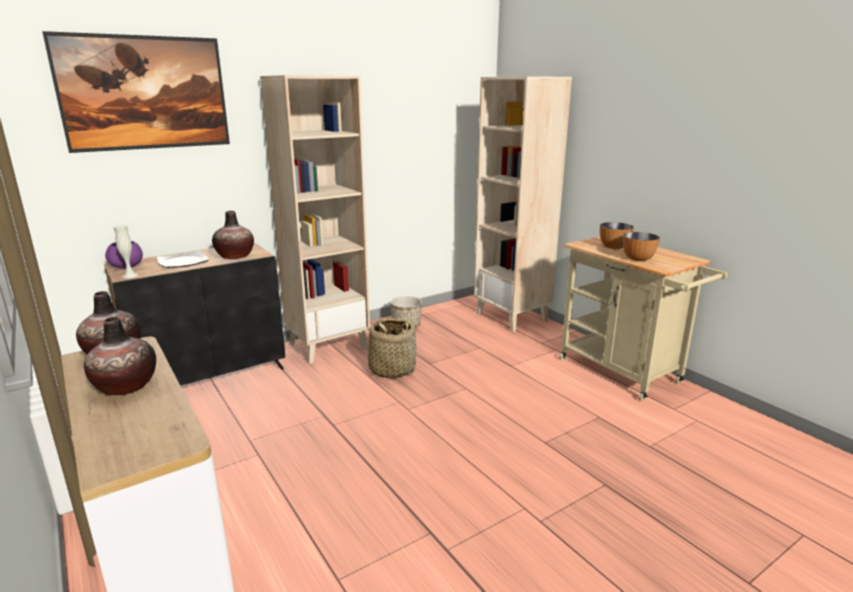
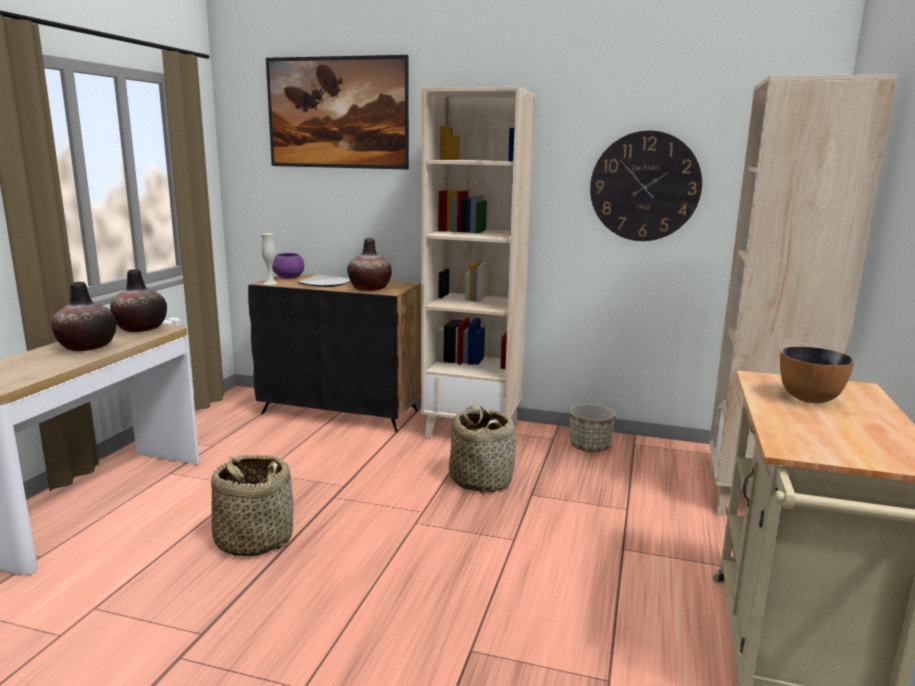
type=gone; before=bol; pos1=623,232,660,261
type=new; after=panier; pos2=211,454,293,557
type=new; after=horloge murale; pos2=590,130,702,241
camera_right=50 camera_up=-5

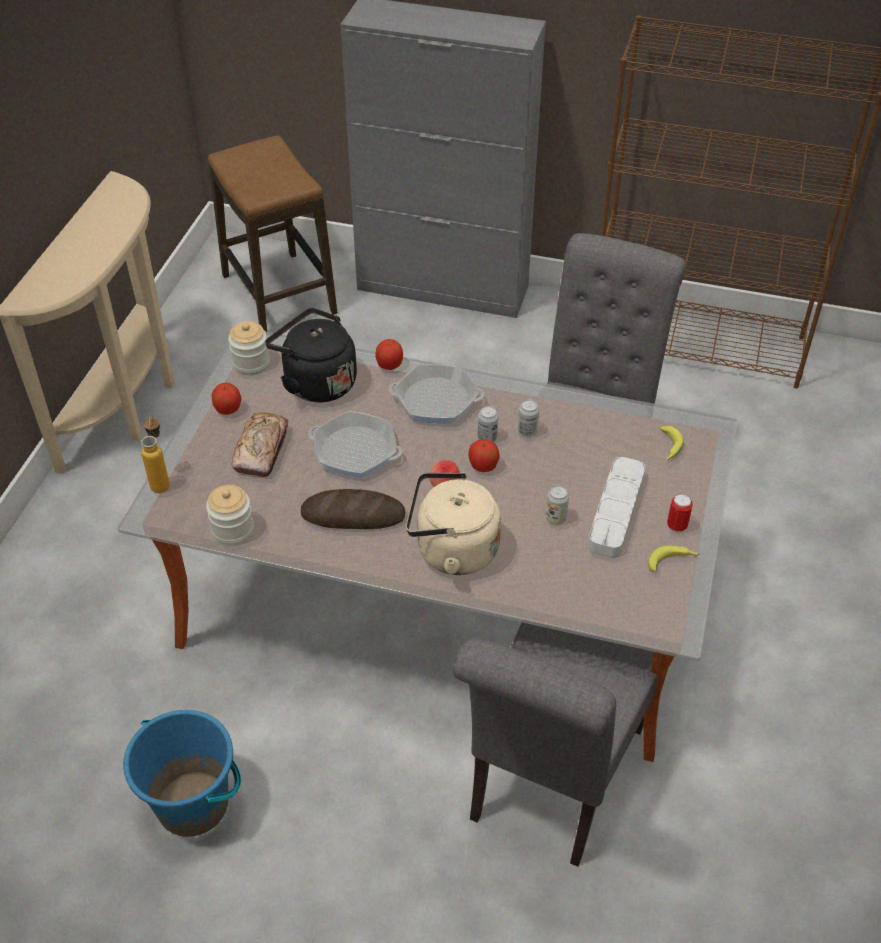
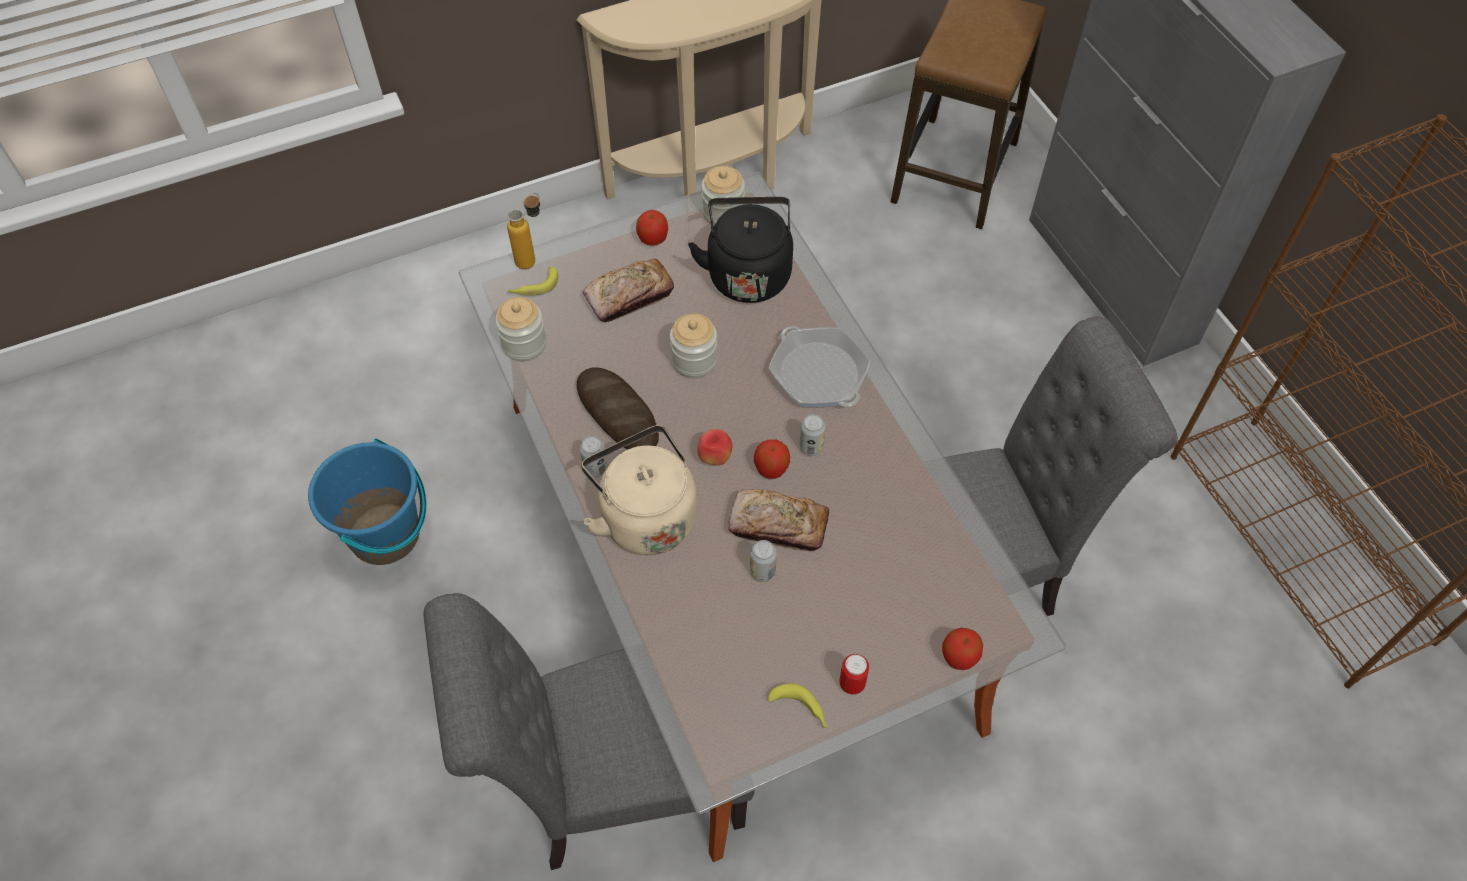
type=swapped; before=poêle; after=bocal; pos1=308,411,402,478; pos2=670,313,717,378
type=shifted; before=pomme; pos1=375,339,403,370; pos2=942,628,983,670
type=shifted; before=boîte métallique; pos1=518,399,539,437; pos2=580,436,608,477
type=gone; before=plateau/gris; pos1=587,457,646,558
type=shifted; before=banane; pos1=660,426,684,461; pos2=507,267,558,296
type=new; after=pain; pos2=728,489,829,551
camera_right=50 camera_up=10

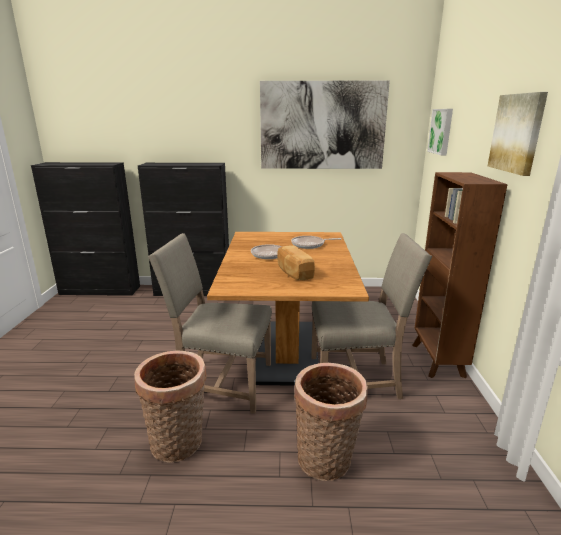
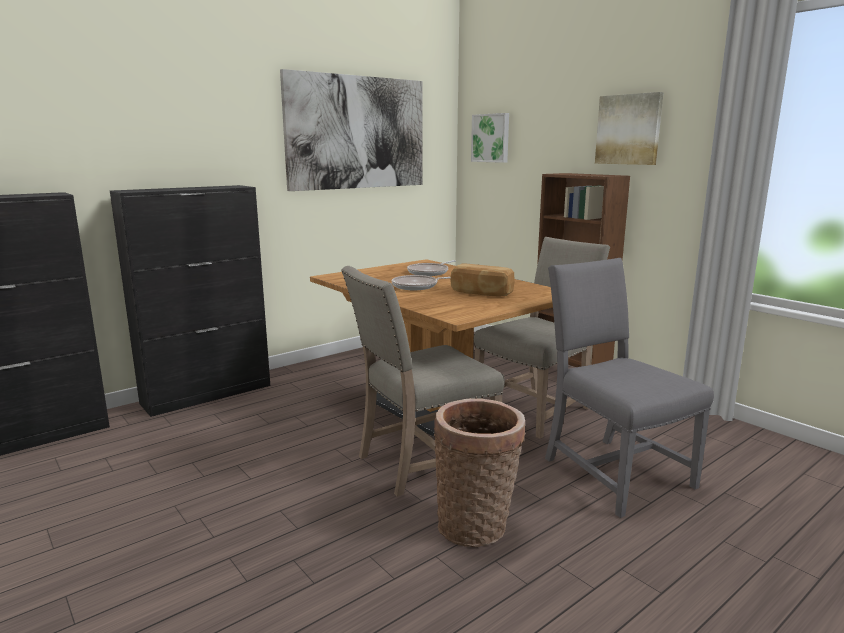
type=swapped; before=panier; after=chaise/gris; pos1=294,363,368,481; pos2=545,258,714,518
camera_right=-40 camera_up=-5

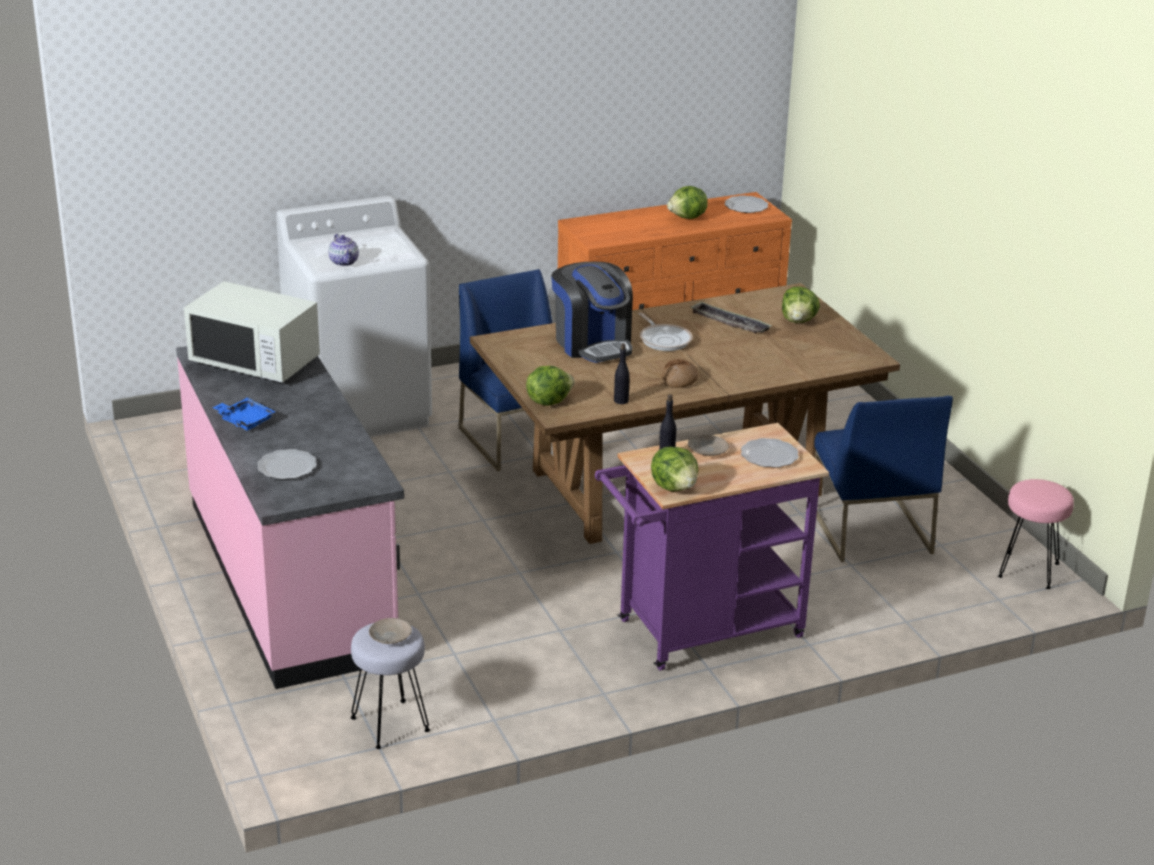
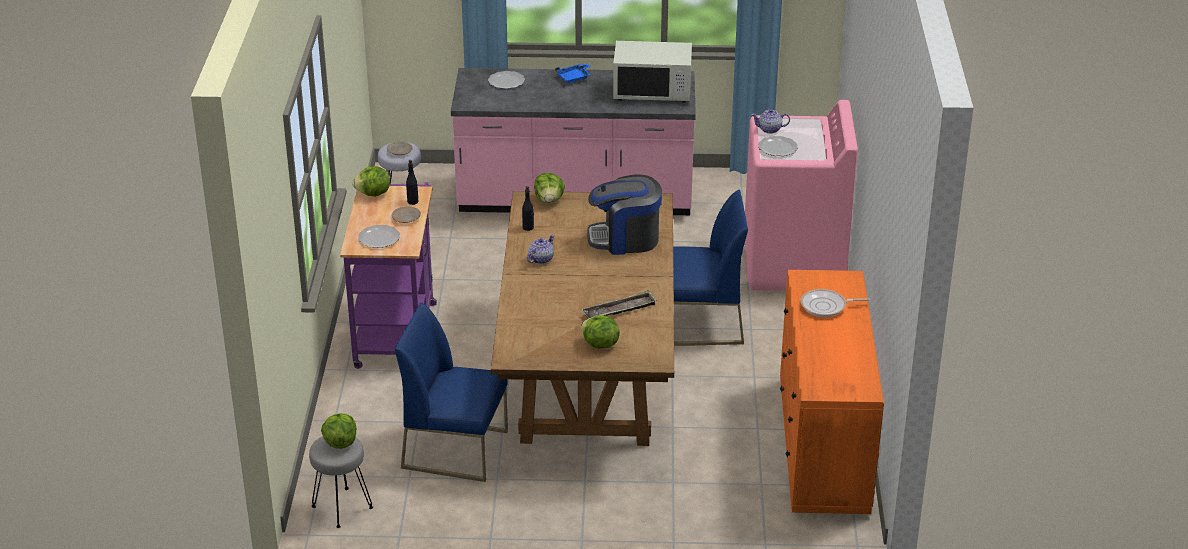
type=rotated; before=micro-ondes/blanc; pos1=184,281,320,384; pos2=613,41,692,103; turn=-135
type=repainted; before=lave-linge/blanc; after=lave-linge/rose; pos1=276,196,432,436; pos2=745,100,858,291
type=shifted; before=poêle; pos1=639,313,693,351; pos2=800,289,870,317
type=swapped; before=pain; after=théière; pos1=662,359,698,388; pos2=527,235,555,264
type=shifted; before=laitue; pos1=667,186,708,219; pos2=321,413,356,449
type=shifted; before=assiette; pos1=725,195,768,213; pos2=758,136,798,156
type=repainted; before=tabouret/rose; after=tabouret/gris; pos1=998,479,1074,589; pos2=309,436,373,528
camera_right=115 camera_up=5

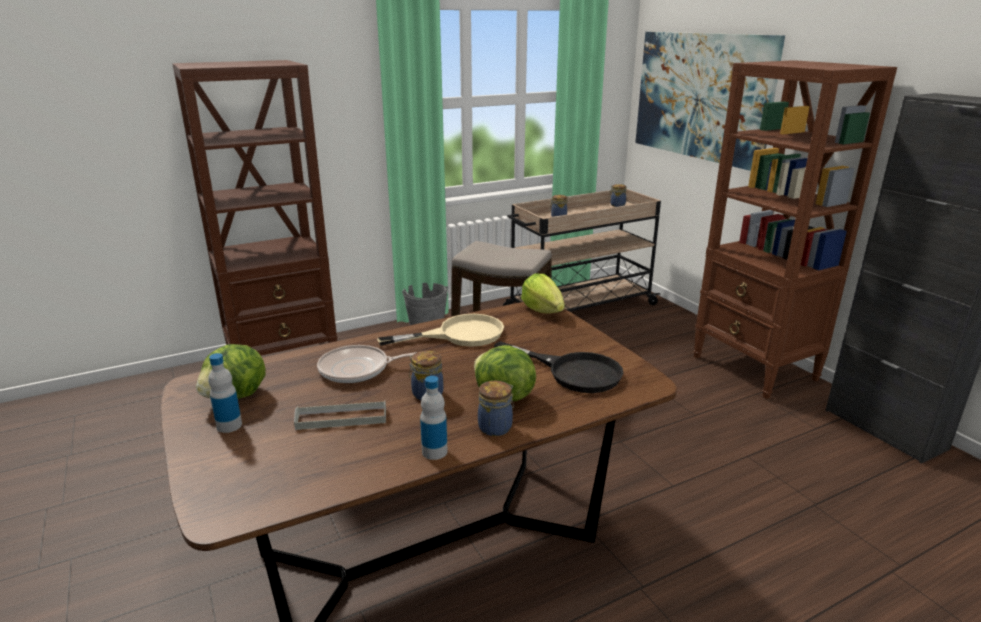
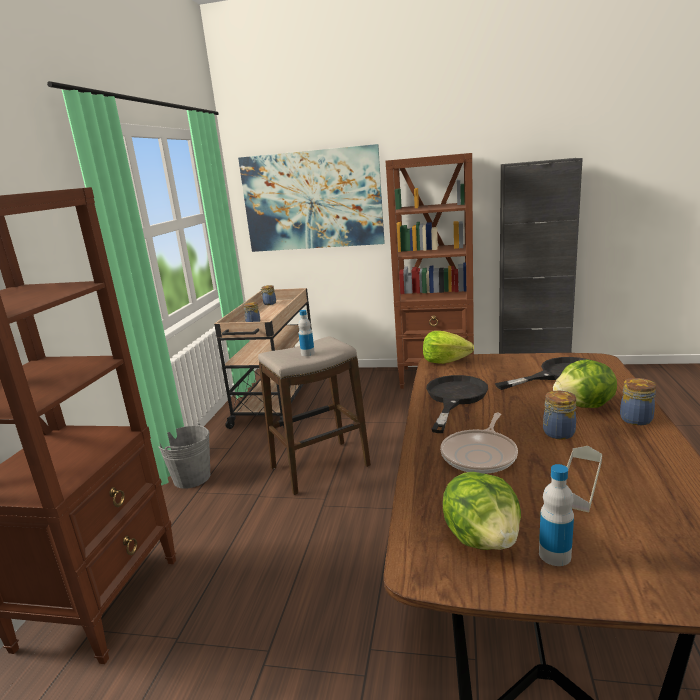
type=repainted; before=poêle/beige; after=poêle/noir; pos1=377,314,504,347; pos2=426,375,488,433
type=shifted; before=bouteille; pos1=420,376,448,460; pos2=298,310,315,356
camera_right=-50 camera_up=-5

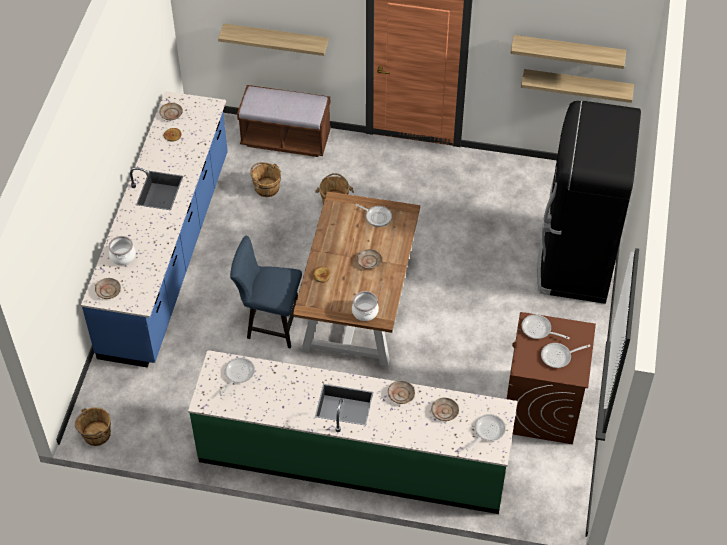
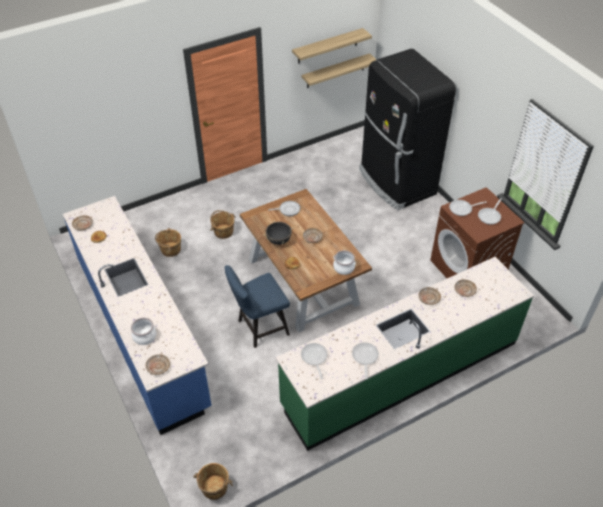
type=gone; before=étagère; pos1=218,24,329,56
type=gone; before=banc/marron; pos1=237,85,331,157
type=shifted; before=poêle; pos1=466,414,506,450; pos2=352,342,379,379
type=new; after=marmite/noir; pos2=263,221,294,245
camera_right=-40 camera_up=-5

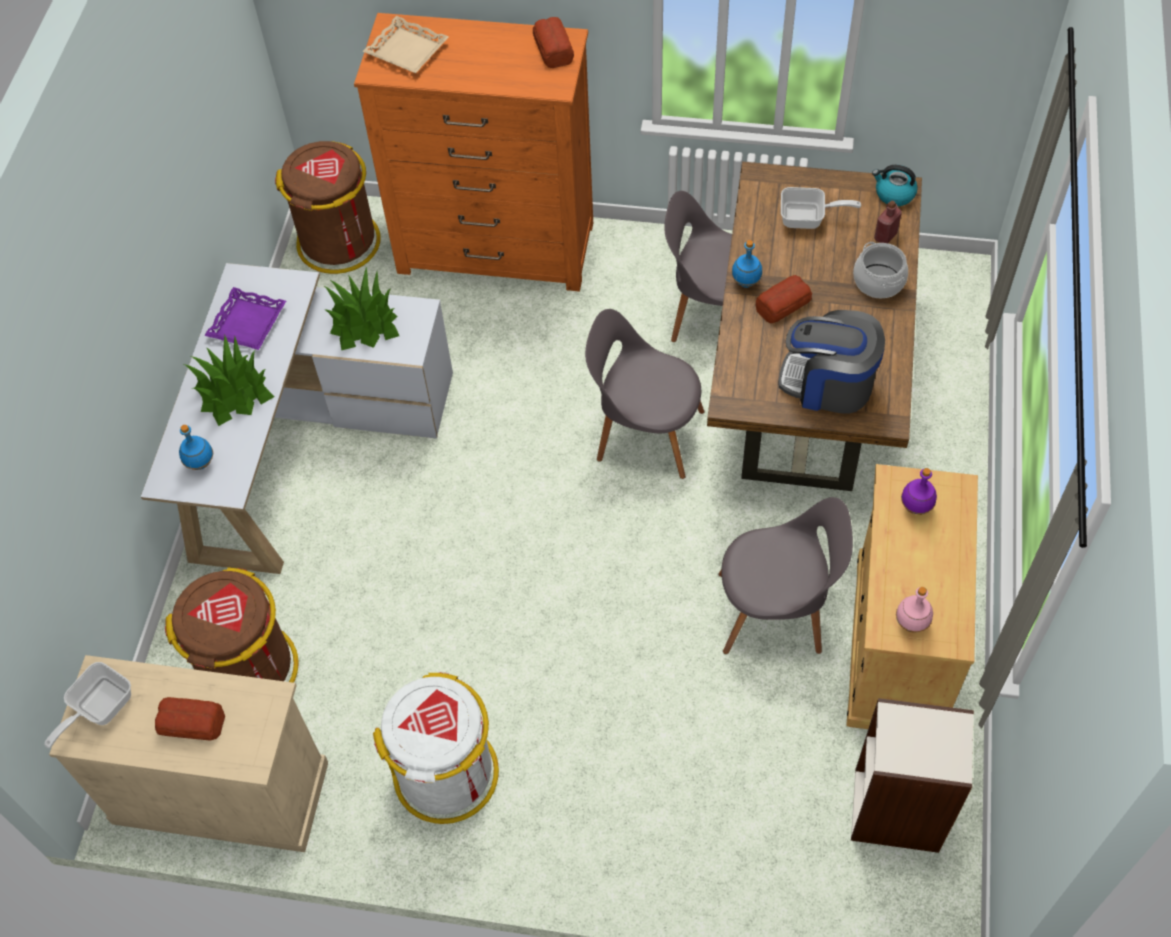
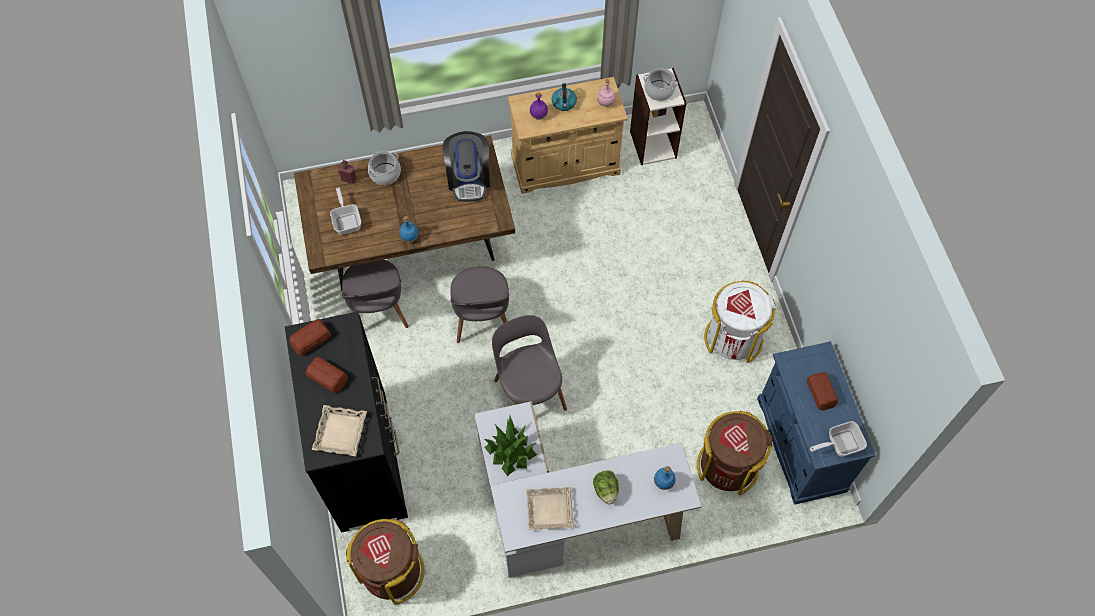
type=rotated; before=poêle; pos1=44,662,131,748; pos2=810,421,867,456; turn=150
type=repainted; before=meuble de rangement/beige; after=meuble de rangement/bleu; pos1=49,655,328,852; pos2=757,341,876,505
type=swapped; before=plante en pot; after=laitue; pos1=184,335,274,426; pos2=593,470,619,504
type=repainted; before=plateau/violet; after=plateau/beige; pos1=204,287,286,350; pos2=526,487,574,530
type=repainted; before=commode/orange; after=commode/noir; pos1=354,13,593,292; pos2=285,311,408,533
type=shifted; before=chaise/gris; pos1=718,497,853,654; pos2=492,315,567,411
type=shifted; before=pain; pos1=755,275,812,323; pos2=305,357,348,393
type=shifted; before=bouilloire; pos1=872,165,918,206; pos2=552,84,577,111
type=new; after=marmite; pos2=643,68,678,101
camera_right=-115 camera_up=5

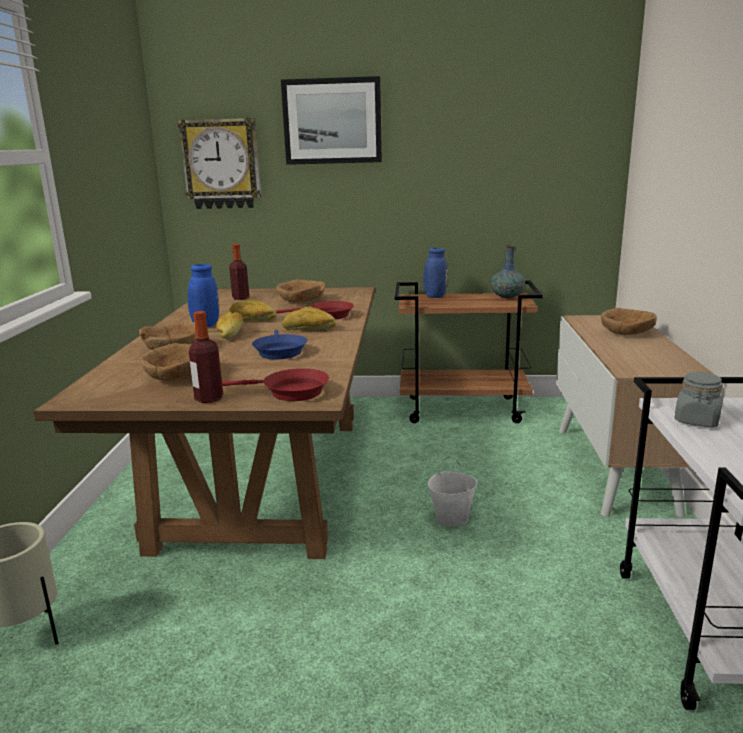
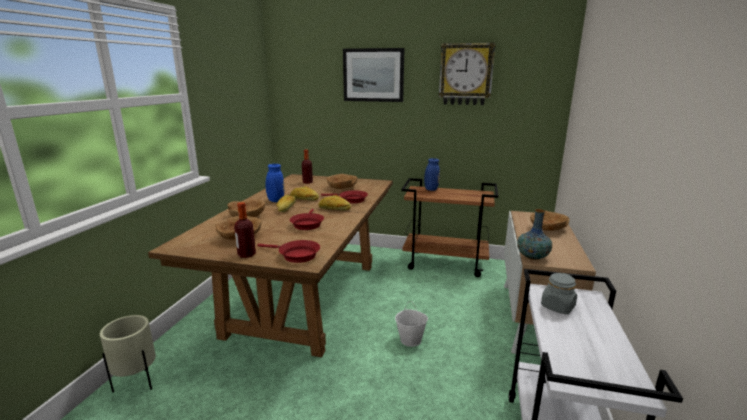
type=shifted; before=horloge murale; pos1=178,118,261,209; pos2=439,42,496,105
type=repainted; before=poêle/bleu; after=poêle/rouge; pos1=252,330,307,359; pos2=289,209,324,230
type=shifted; before=vase; pos1=491,245,525,299; pos2=517,209,552,260
camera_right=10 camera_up=0

